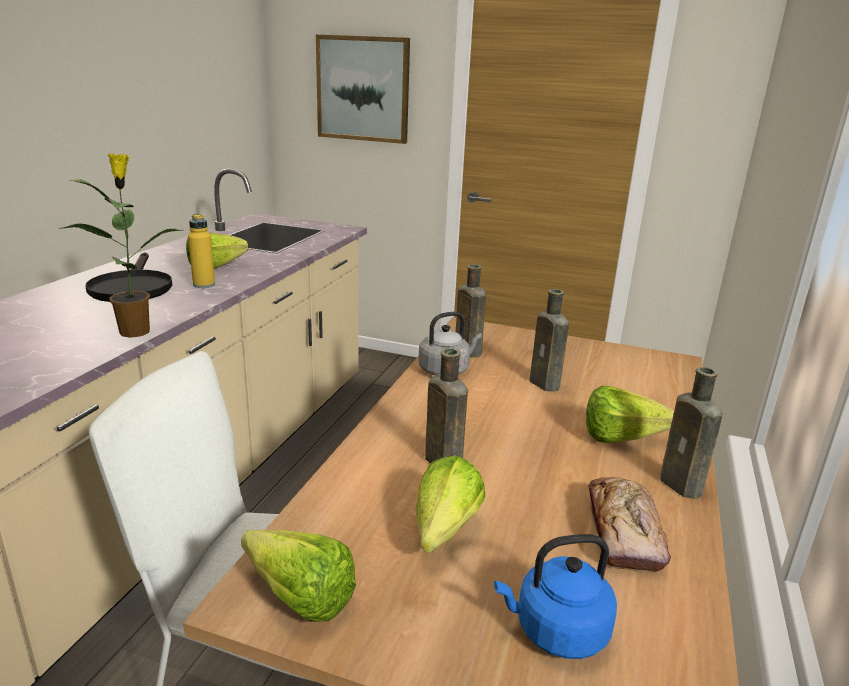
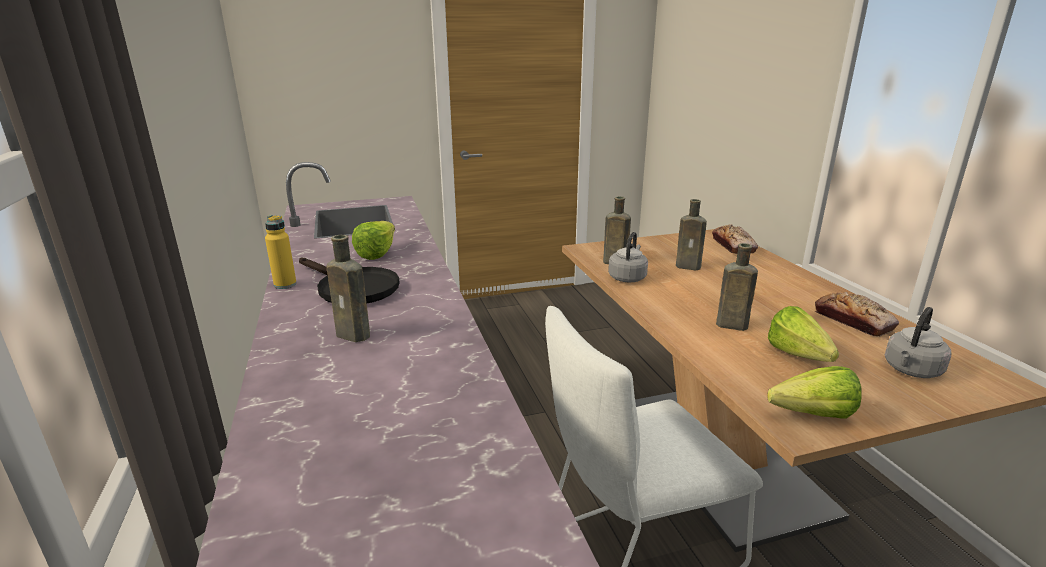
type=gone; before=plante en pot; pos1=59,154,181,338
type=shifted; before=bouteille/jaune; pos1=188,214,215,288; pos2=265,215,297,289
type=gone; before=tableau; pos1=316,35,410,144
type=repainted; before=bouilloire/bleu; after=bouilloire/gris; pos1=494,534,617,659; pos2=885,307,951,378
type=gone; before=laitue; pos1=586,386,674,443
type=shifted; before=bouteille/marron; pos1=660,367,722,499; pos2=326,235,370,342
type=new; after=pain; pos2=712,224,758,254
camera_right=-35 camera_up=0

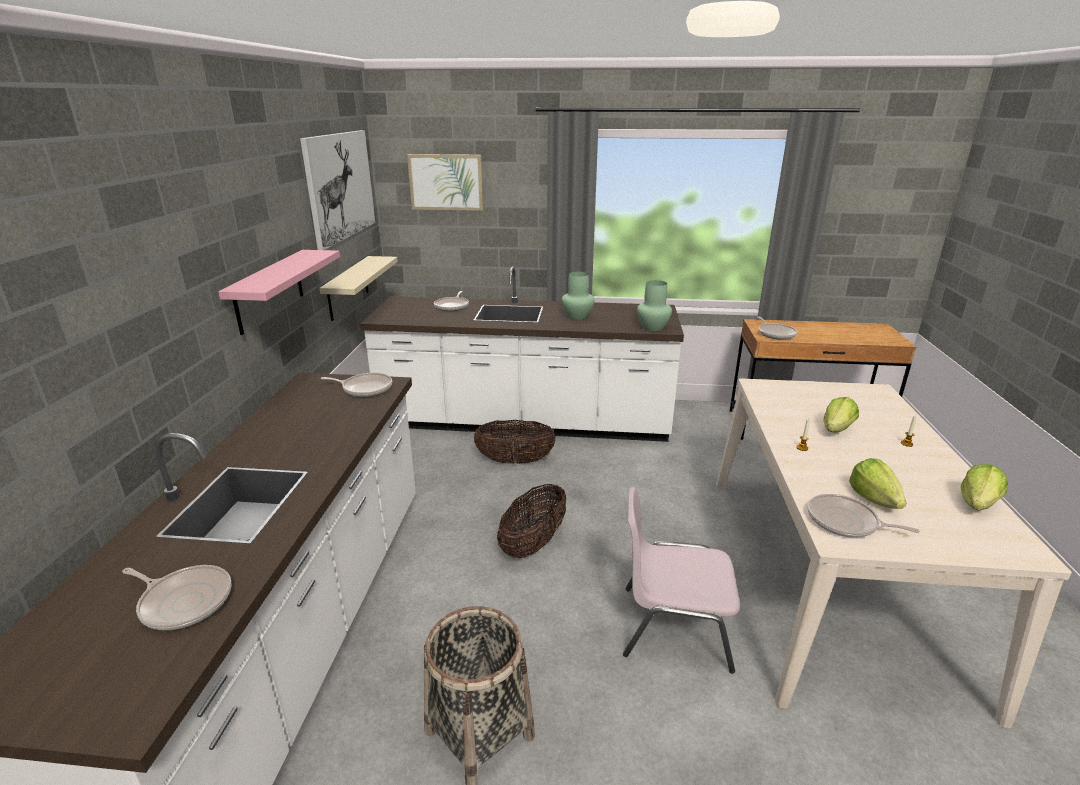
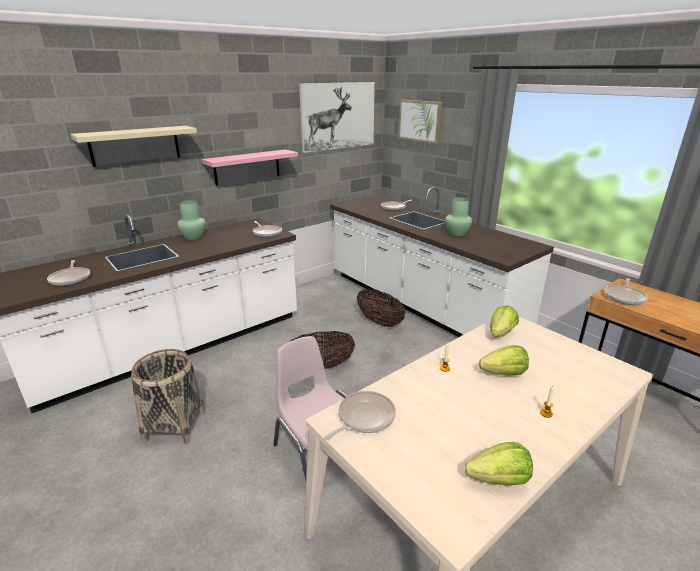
type=shifted; before=étagère/beige; pos1=319,256,398,321; pos2=71,126,197,167
type=shifted; before=vase/vert; pos1=637,280,672,331; pos2=177,200,206,240
type=rotated; before=poêle; pos1=808,494,920,538; pos2=324,391,396,440; turn=60
type=shifted; before=laitue; pos1=849,458,906,509; pos2=490,306,519,337
camera_right=45 camera_up=0

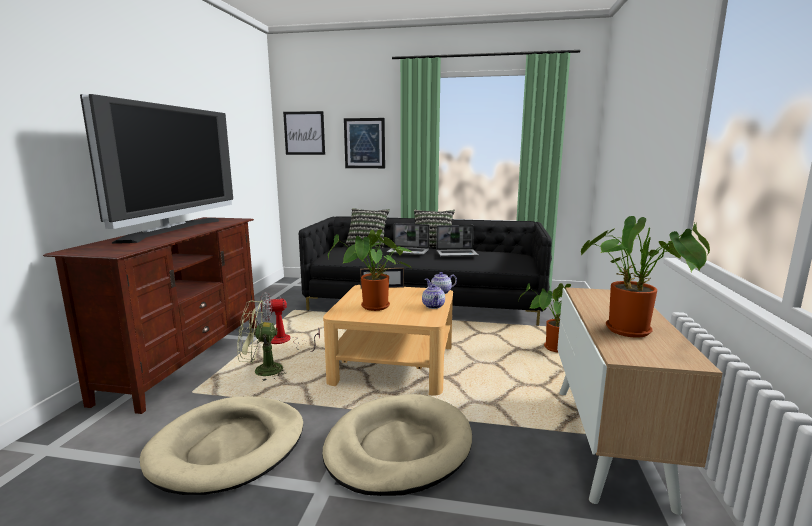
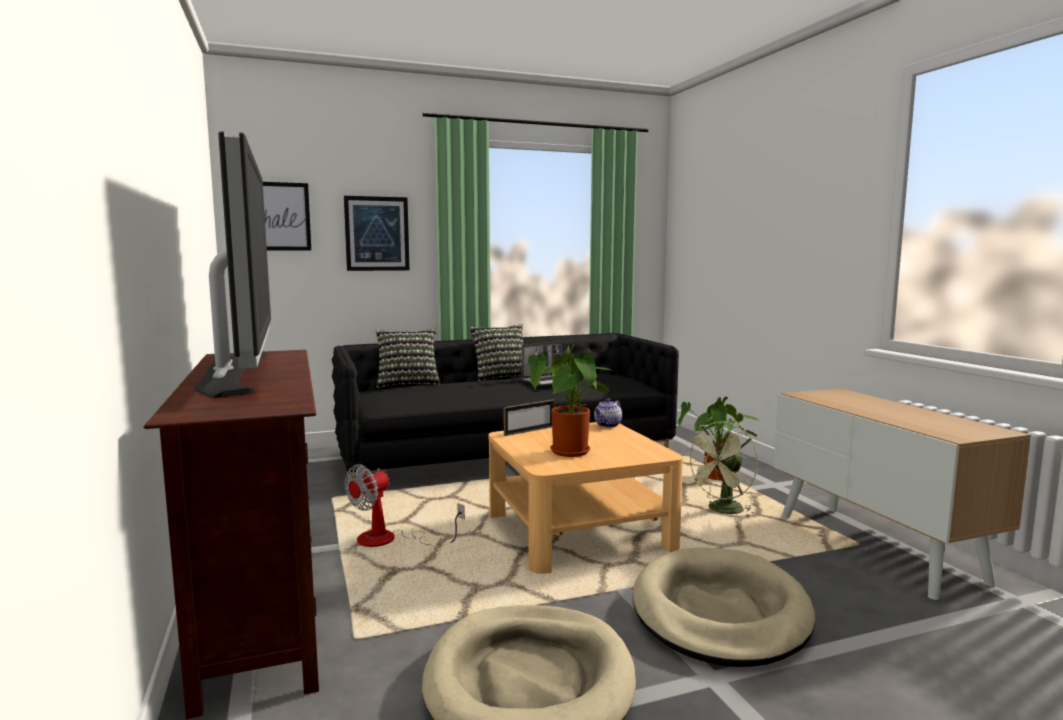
type=shifted; before=ventilateur/vert; pos1=237,300,287,381; pos2=683,421,758,516
type=gone; before=ordinateur portable; pos1=387,223,429,255
type=gone; before=théière; pos1=422,284,445,309
type=gone; before=plante en pot; pos1=581,216,710,338
camera_right=-30 camera_up=-5

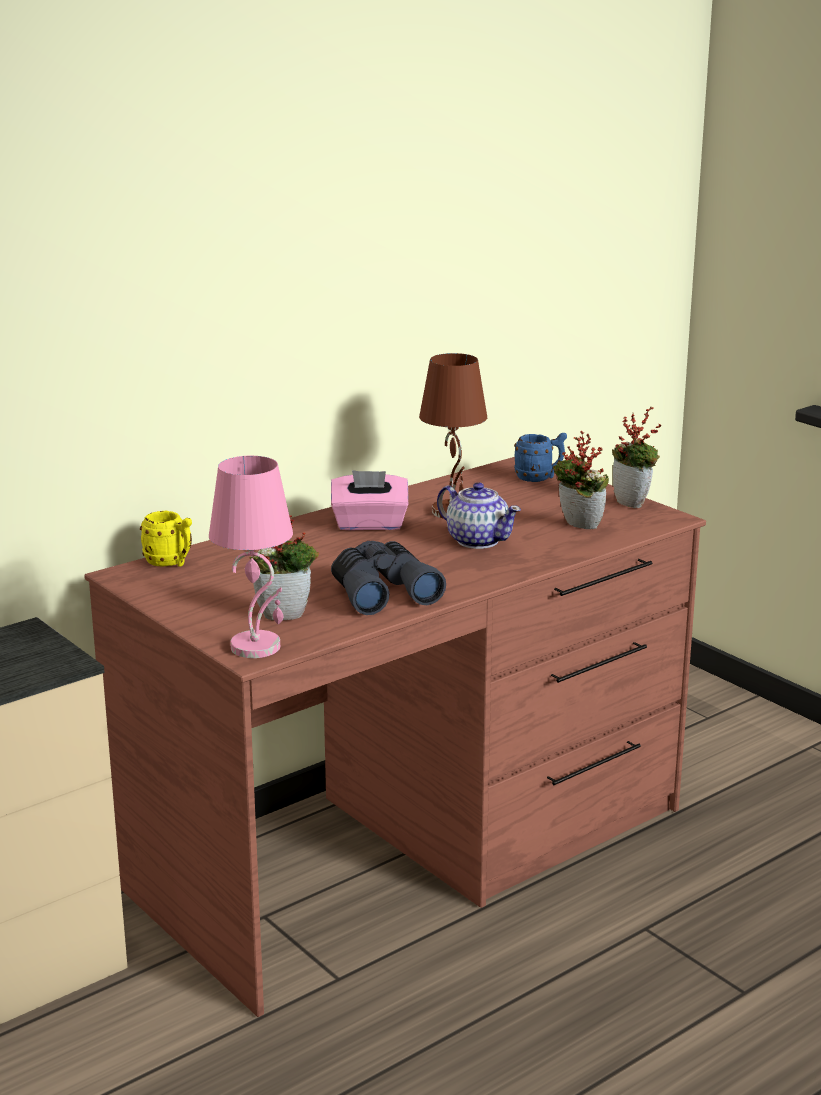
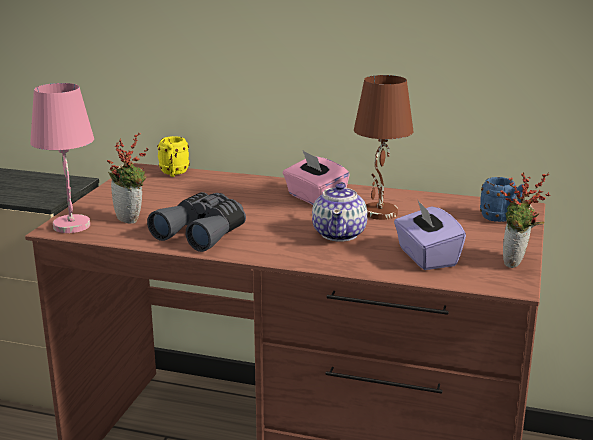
type=swapped; before=plante en pot; after=boîte à mouchoirs/violet; pos1=553,431,609,529; pos2=394,199,466,270
camera_right=55 camera_up=0

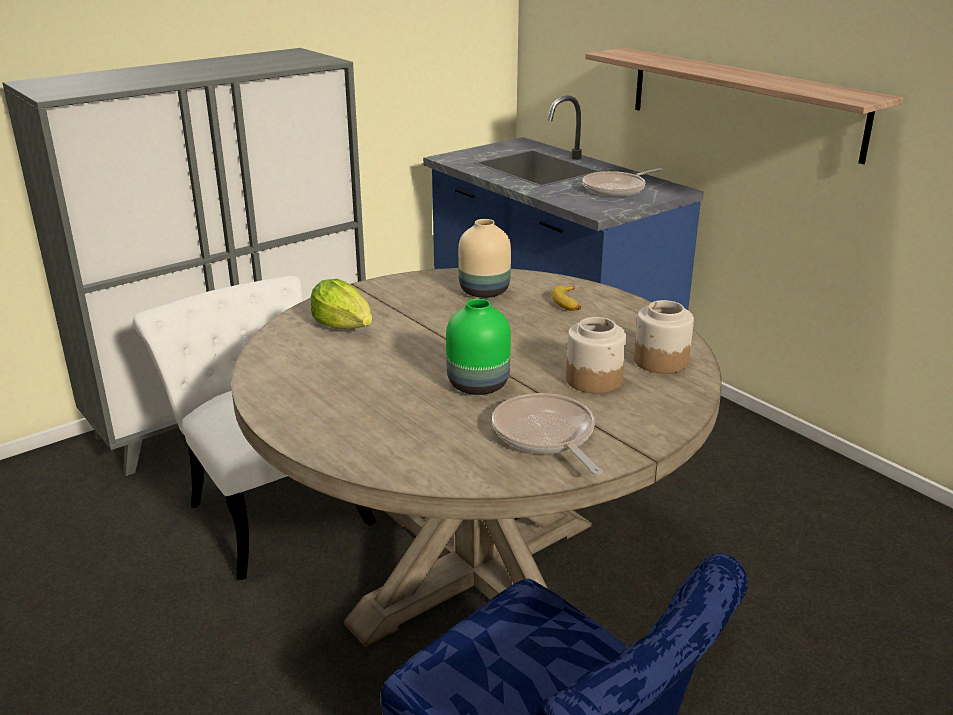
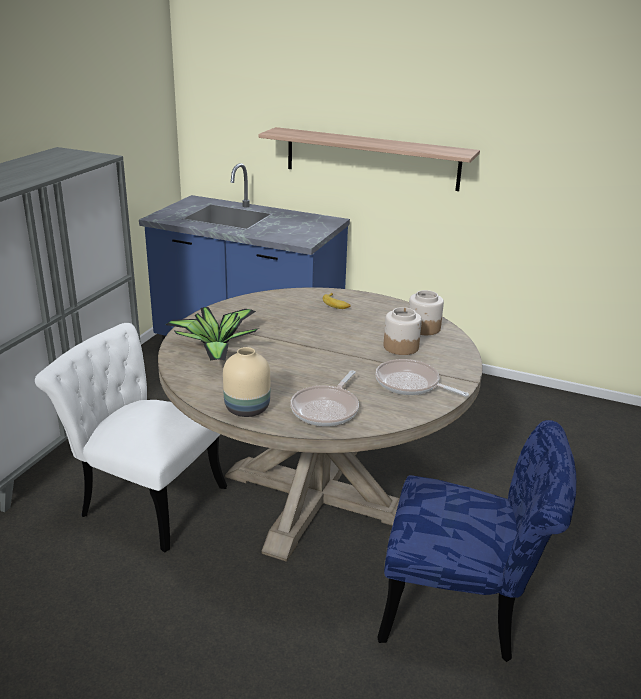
type=swapped; before=laitue; after=plante en pot; pos1=311,279,372,329; pos2=166,307,259,361
type=gone; before=vase/vert; pos1=446,299,511,395
type=shifted; before=vase/beige; pos1=458,219,511,298; pos2=223,347,270,417
type=shifted; before=poêle; pos1=582,168,662,197; pos2=290,370,359,426
camera_right=-30 camera_up=0

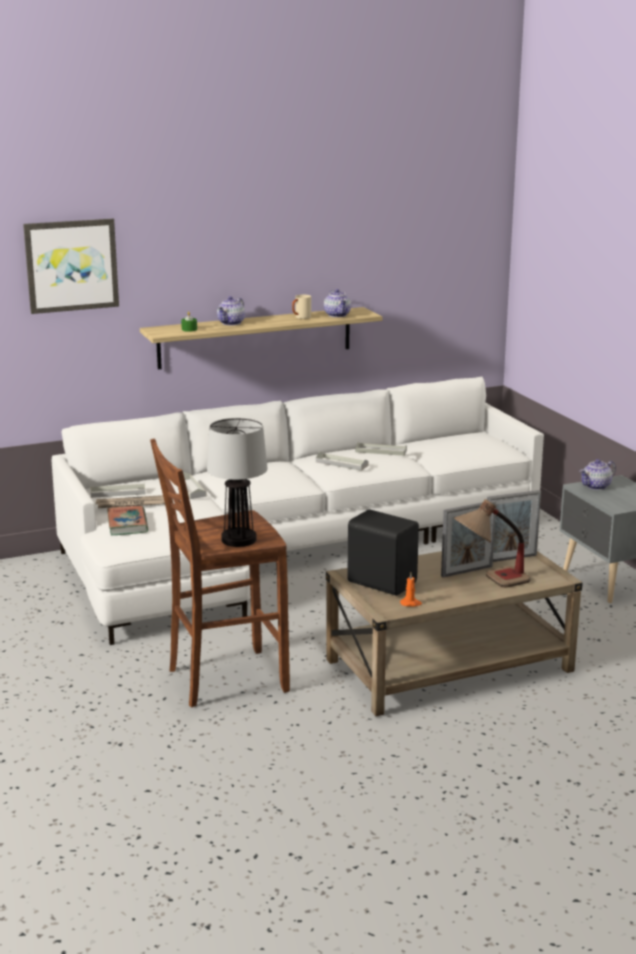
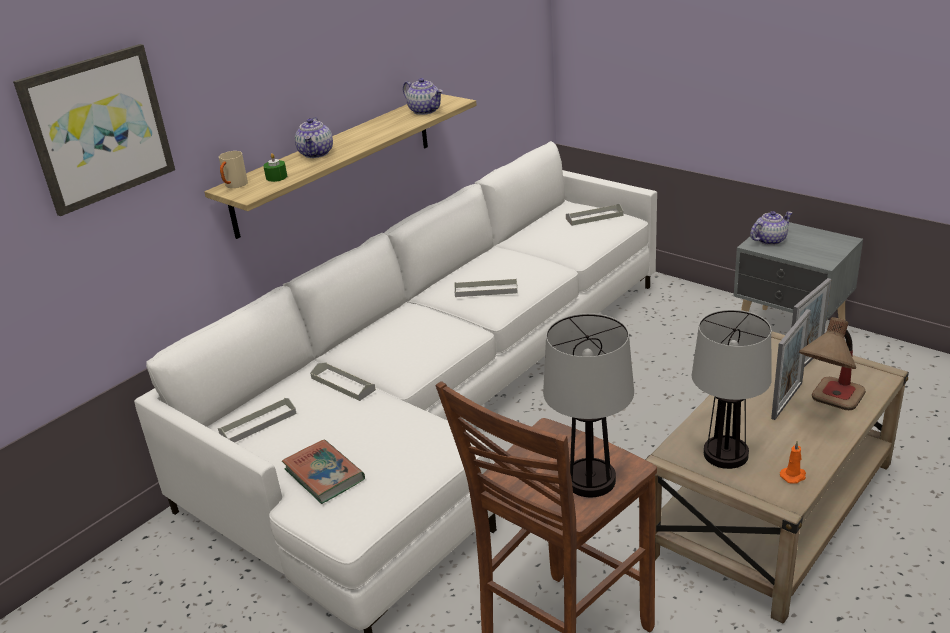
type=gone; before=journal; pos1=96,495,165,508
type=shifted; before=mug/beige; pos1=292,295,311,319; pos2=219,151,248,188
type=swapped; before=enceinte/noir; after=lampe de table; pos1=347,509,419,595; pos2=692,310,772,469
type=shifted; before=plateau/gris; pos1=355,442,407,456; pos2=566,204,623,226
type=rotated; before=théière; pos1=579,459,616,490; pos2=750,211,793,245; turn=-150
camera_right=-25 camera_up=10

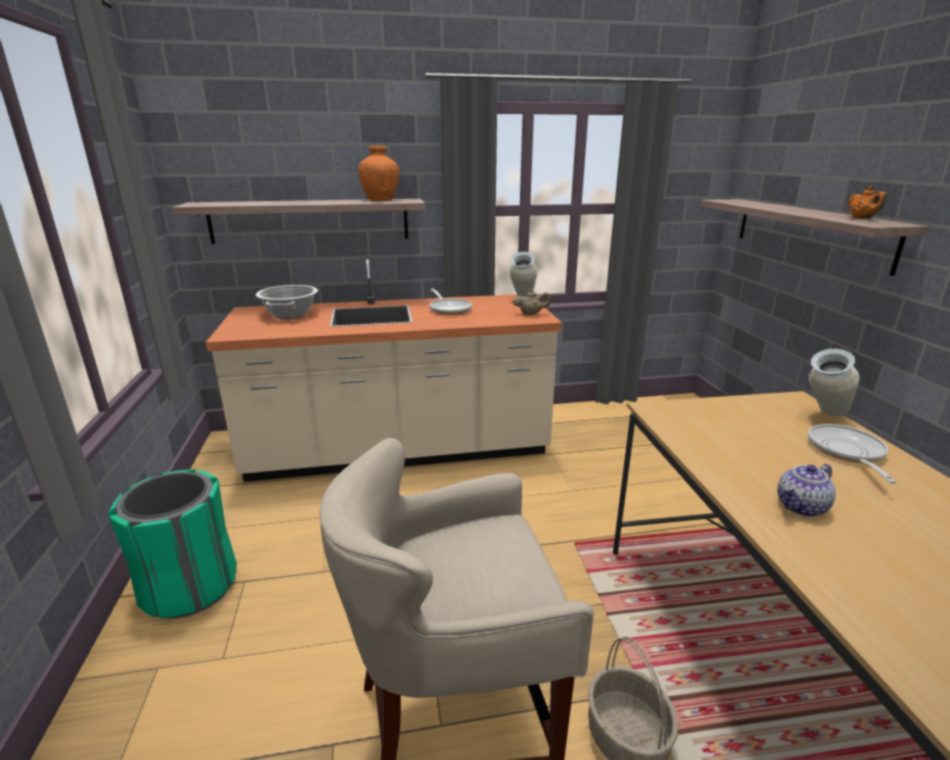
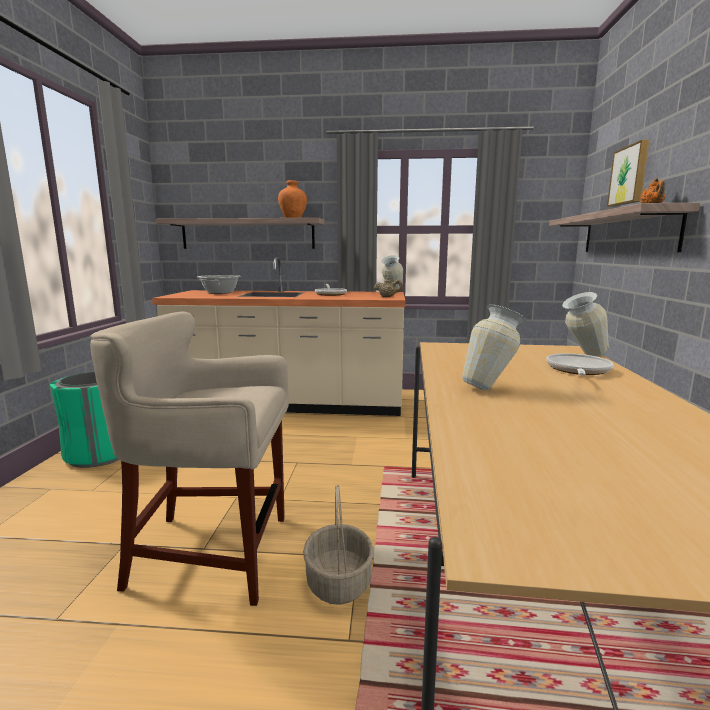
type=swapped; before=théière; after=vase; pos1=778,464,836,517; pos2=462,305,527,390
type=new; after=tableau; pos2=607,140,649,207
camera_right=15 camera_up=-10

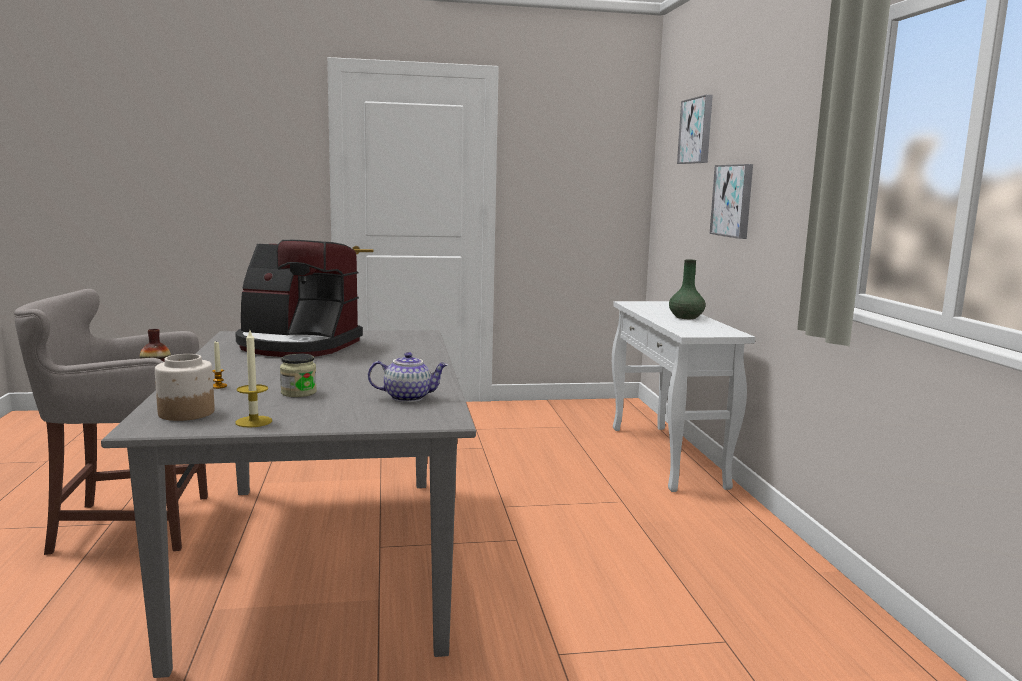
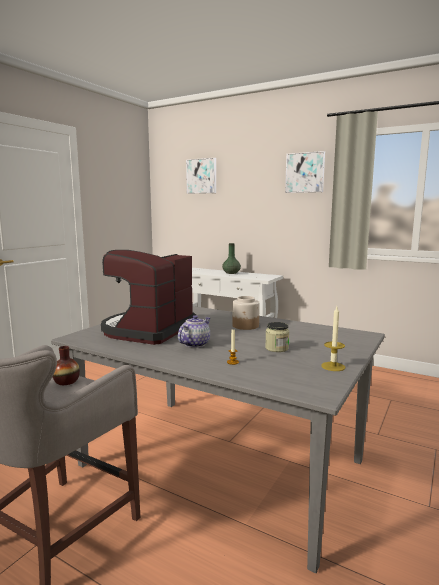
type=shifted; before=bocal; pos1=155,354,215,421; pos2=232,296,260,330
type=rotated; before=machine à café; pos1=235,240,363,357; pos2=101,250,196,345; turn=150
type=shifted; before=théière; pos1=368,352,448,402; pos2=178,315,210,348
type=shifted; before=tableau; pos1=710,164,753,239; pos2=285,151,325,193
camera_right=-50 camera_up=0

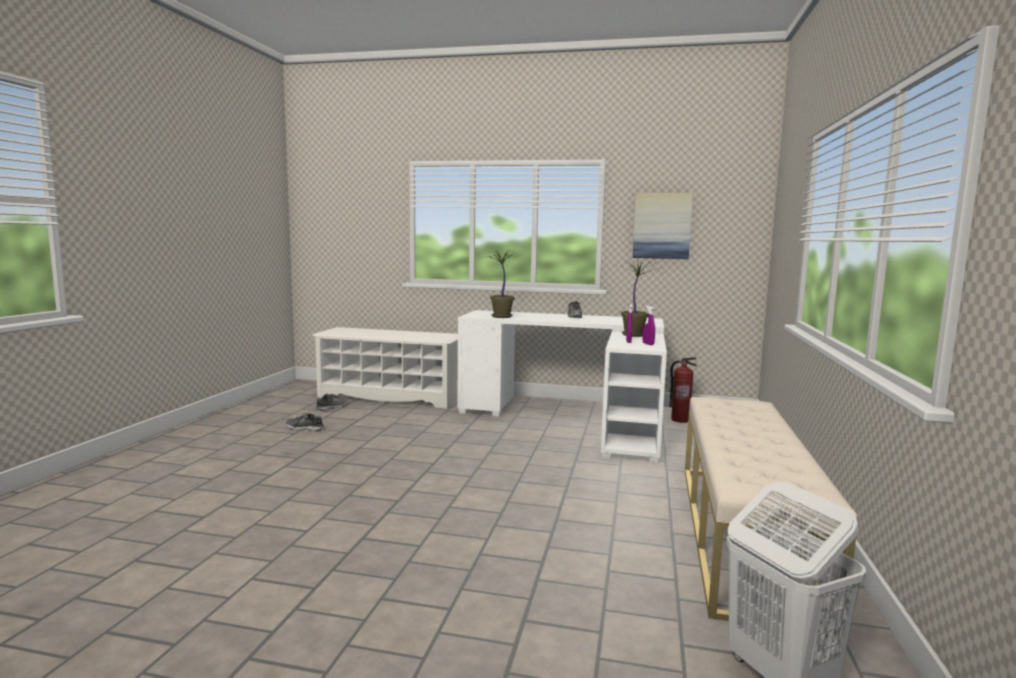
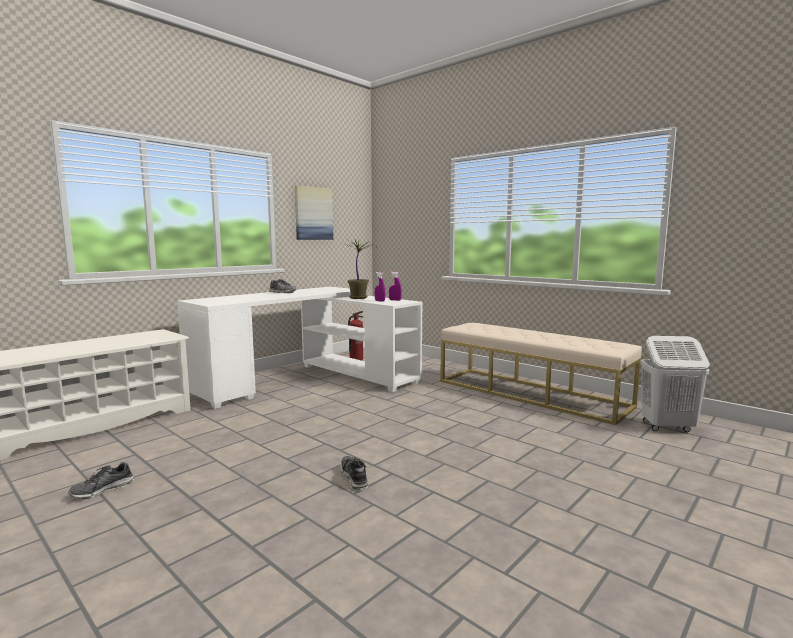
type=shifted; before=chaussure; pos1=315,394,347,411; pos2=341,456,369,490
type=gone; before=plante en pot; pos1=479,250,516,318
camera_right=-60 camera_up=0

